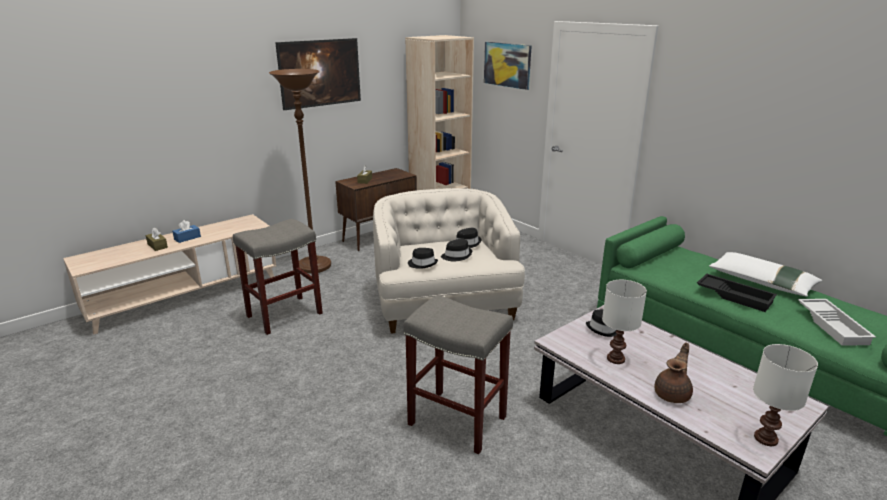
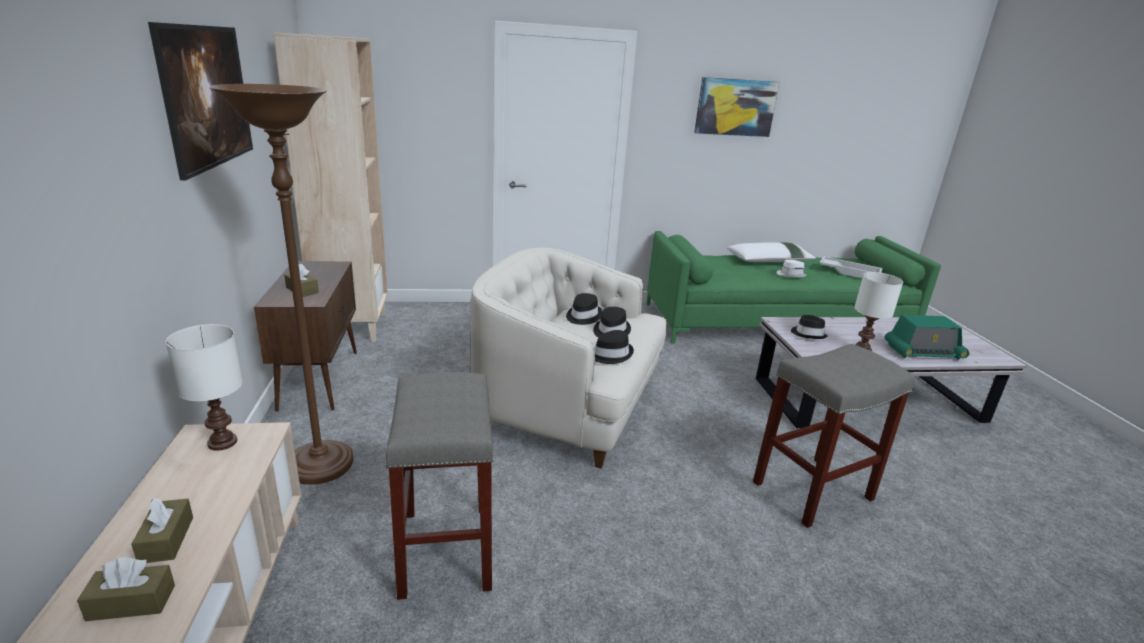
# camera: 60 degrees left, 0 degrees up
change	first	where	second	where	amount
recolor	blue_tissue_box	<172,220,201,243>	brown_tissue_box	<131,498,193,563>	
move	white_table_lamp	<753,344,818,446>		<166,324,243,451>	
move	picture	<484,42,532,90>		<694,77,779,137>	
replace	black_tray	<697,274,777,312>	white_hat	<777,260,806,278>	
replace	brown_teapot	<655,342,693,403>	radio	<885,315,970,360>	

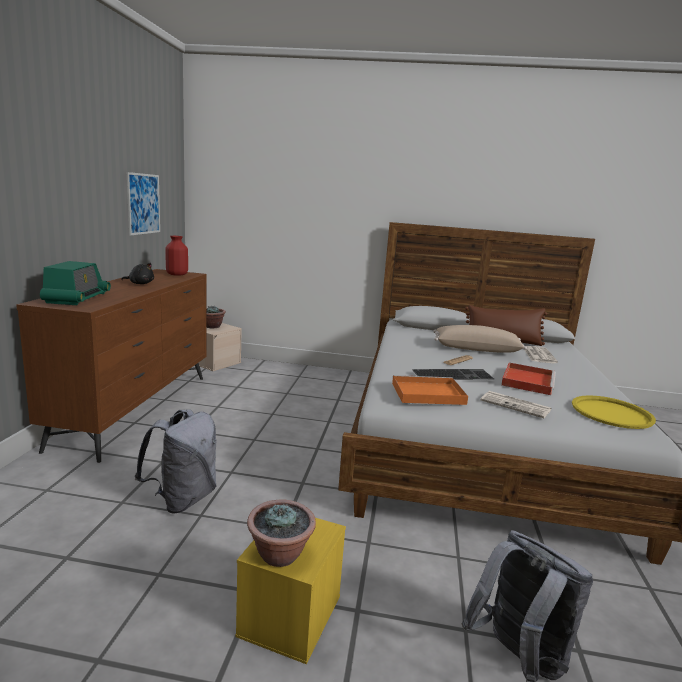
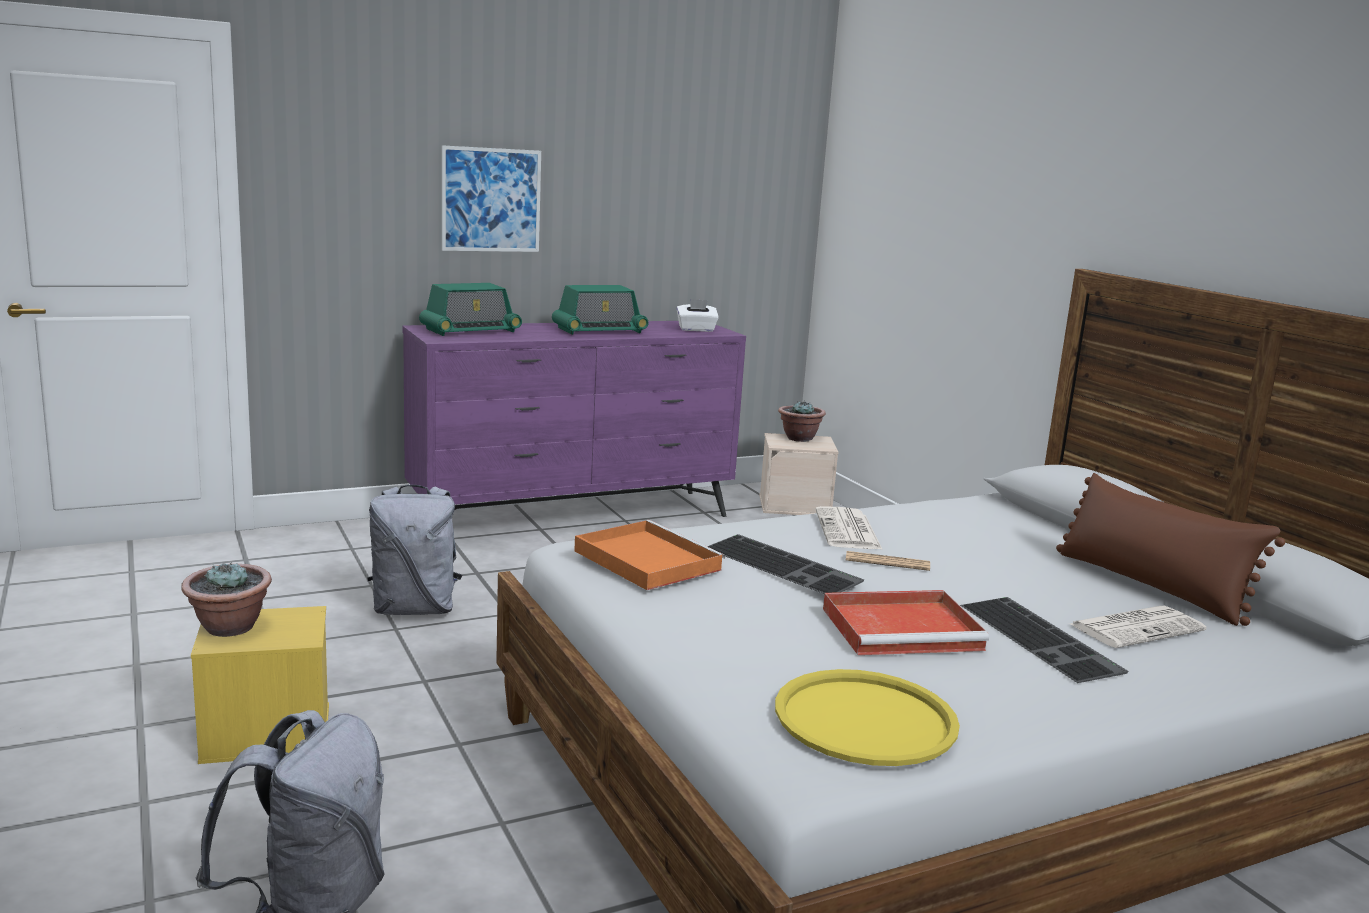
# camera: 55 degrees right, 0 degrees up
change	first	where	second	where	amount
recolor	brown_dresser	<16,269,207,463>	purple_dresser	<402,321,746,517>	
move	picture	<127,172,160,236>		<441,145,541,252>	
replace	black_plush_toy	<121,263,154,284>	radio	<552,285,649,335>	
replace	red_vase	<165,236,188,276>	white_tissue_box	<677,299,719,332>	
move	newspaper	<480,391,552,418>		<815,506,883,550>	
insert			keyboard	<960,597,1129,683>	
delete	beige_pillow	<433,325,527,353>			

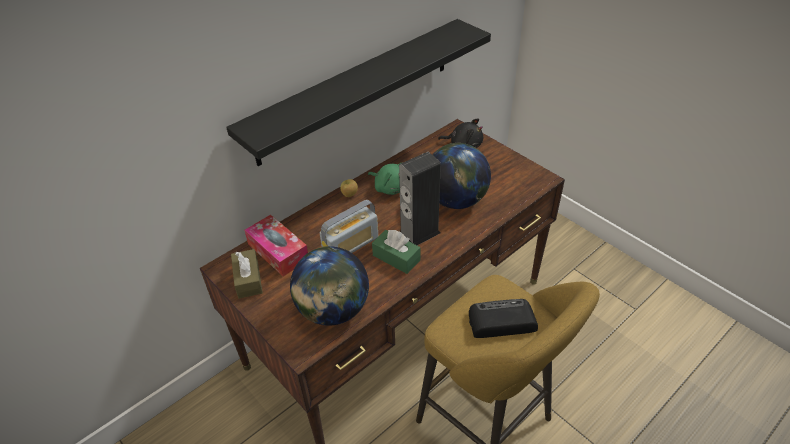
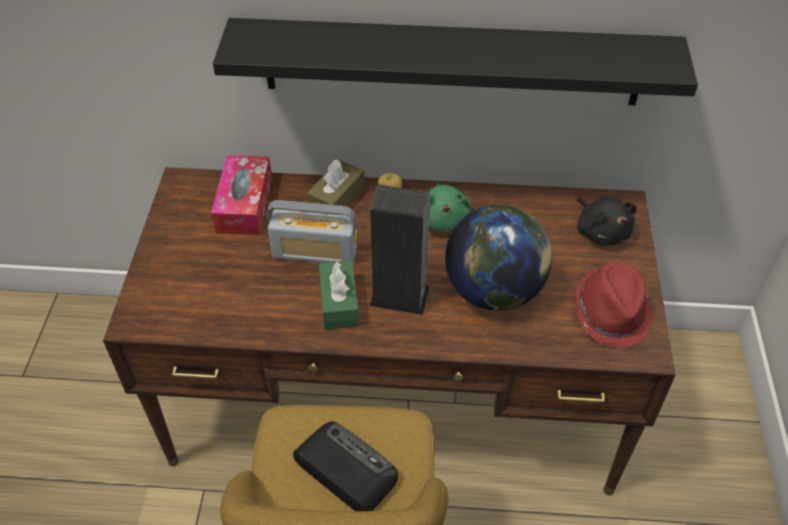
# camera: 45 degrees right, 5 degrees up
change	first	where	second	where	amount
move	brown_tissue_box	<231,249,263,299>		<307,159,365,215>	
insert			red_hat	<575,262,654,349>	
delete	globe	<290,246,369,326>			

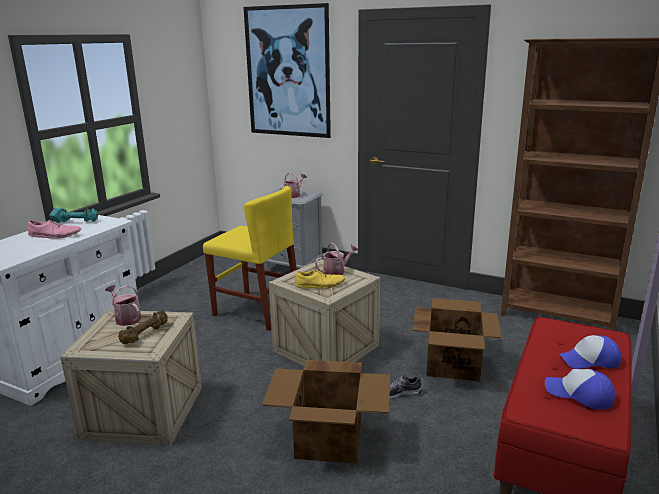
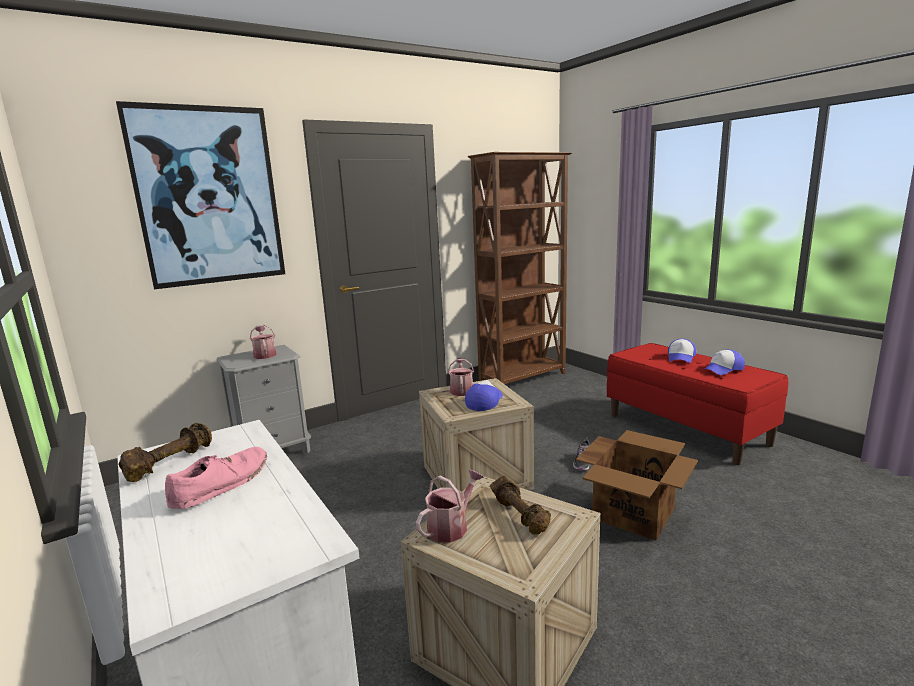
# camera: 60 degrees left, 5 degrees down
change	first	where	second	where	amount
recolor	turquoise_dumbbell	<50,208,98,223>	brown_dumbbell	<118,423,212,482>	
rotate	watering_can	<105,285,142,326>		<416,469,484,543>	150 degrees clockwise
replace	yellow_shoe	<295,270,345,289>	cap	<465,380,503,411>	
delete	yellow_chair	<203,186,297,331>			
delete	cardboard_box	<412,298,501,382>			

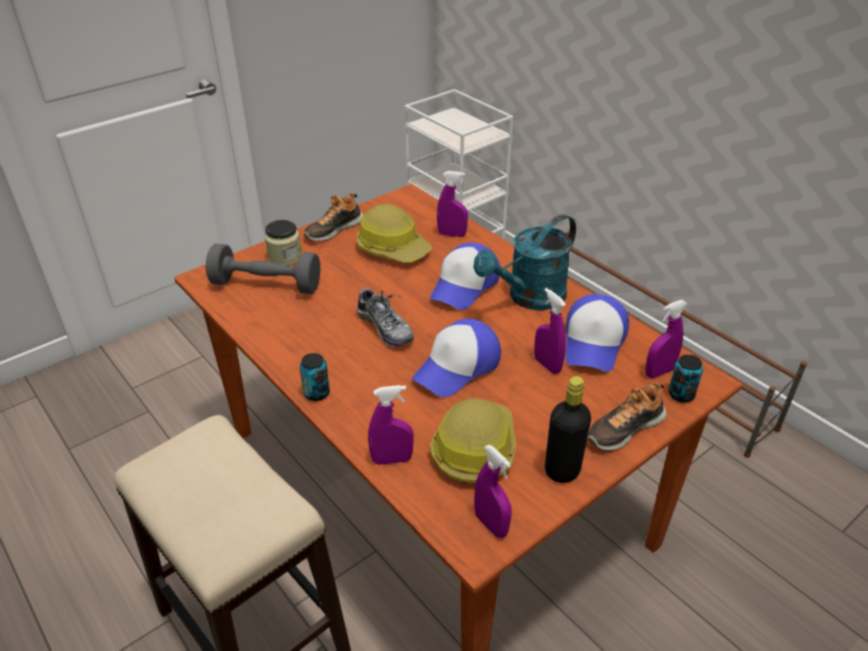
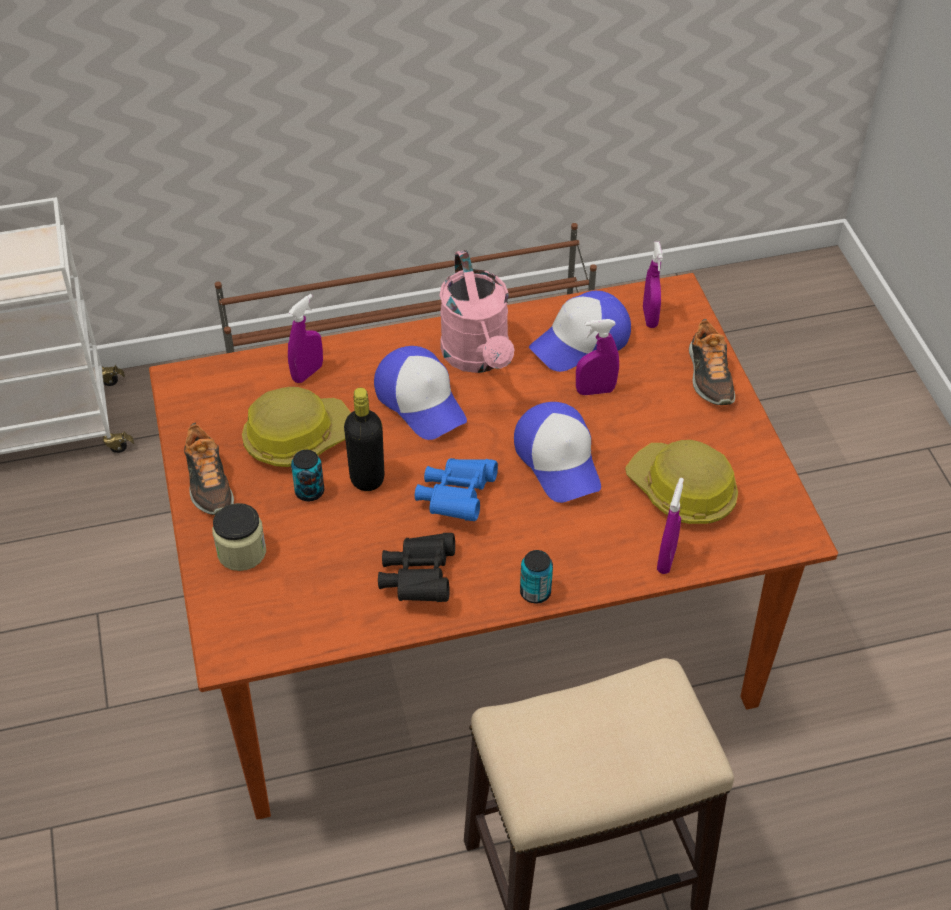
# camera: 65 degrees left, 10 degrees up
change	first	where	second	where	amount
move	can	<668,354,703,403>		<291,450,324,501>	
move	black_bottle	<545,376,591,483>		<344,388,384,491>	
insert			black_binoculars	<378,533,455,602>	
replace	shoe	<357,286,414,347>	blue_binoculars	<415,458,498,521>	
recolor	turquoise_watering_can	<473,214,576,310>	pink_watering_can	<439,250,514,373>	
rotate	cap	<566,294,629,372>		<529,291,631,372>	105 degrees clockwise
delete	grey_dumbbell	<206,244,320,294>			
delete	purple_spray_bottle	<474,445,512,538>			

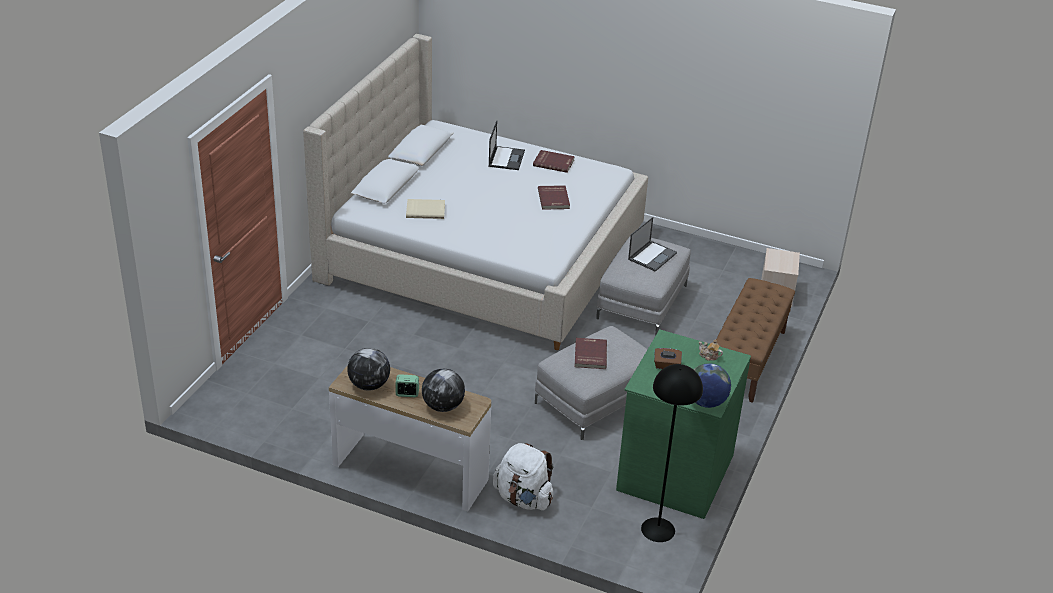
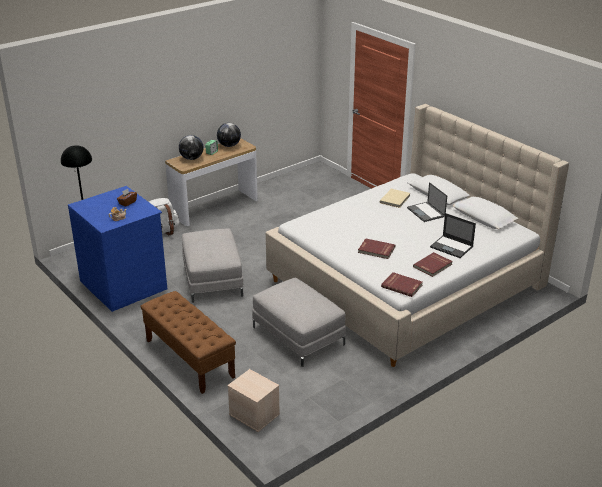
# camera: 120 degrees right, 5 degrees down
change	first	where	second	where	amount
recolor	green_dresser	<616,329,751,519>	blue_dresser	<68,186,167,312>	
move	red_book	<575,338,607,369>		<381,272,422,297>	
move	laptop	<628,217,677,272>		<407,182,447,222>	
delete	globe	<693,363,731,408>			

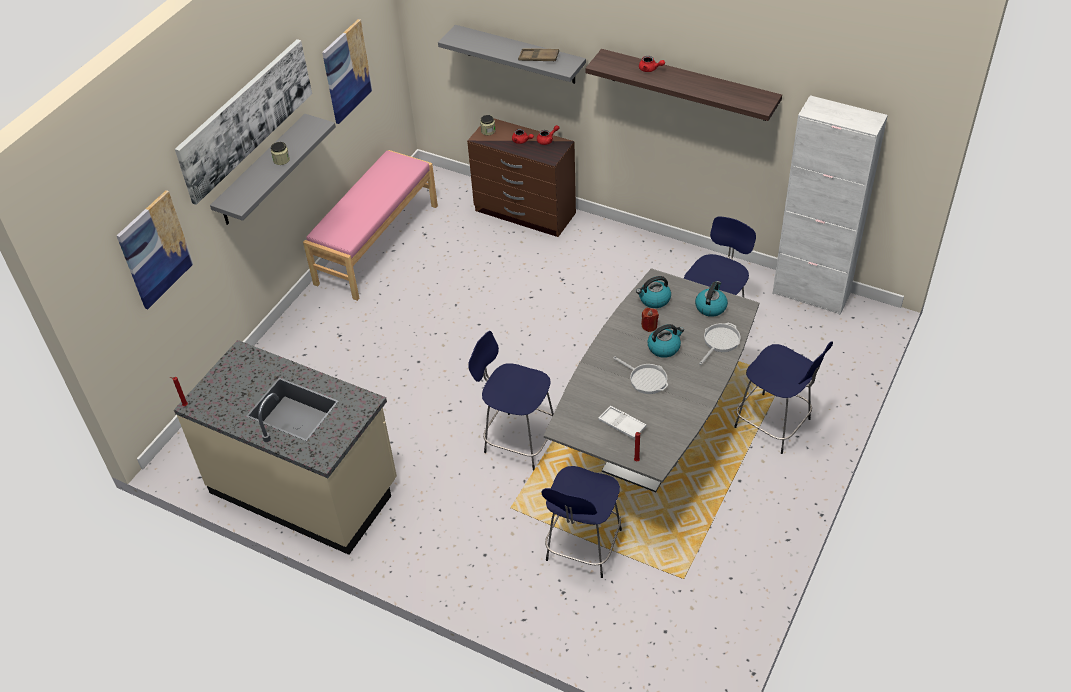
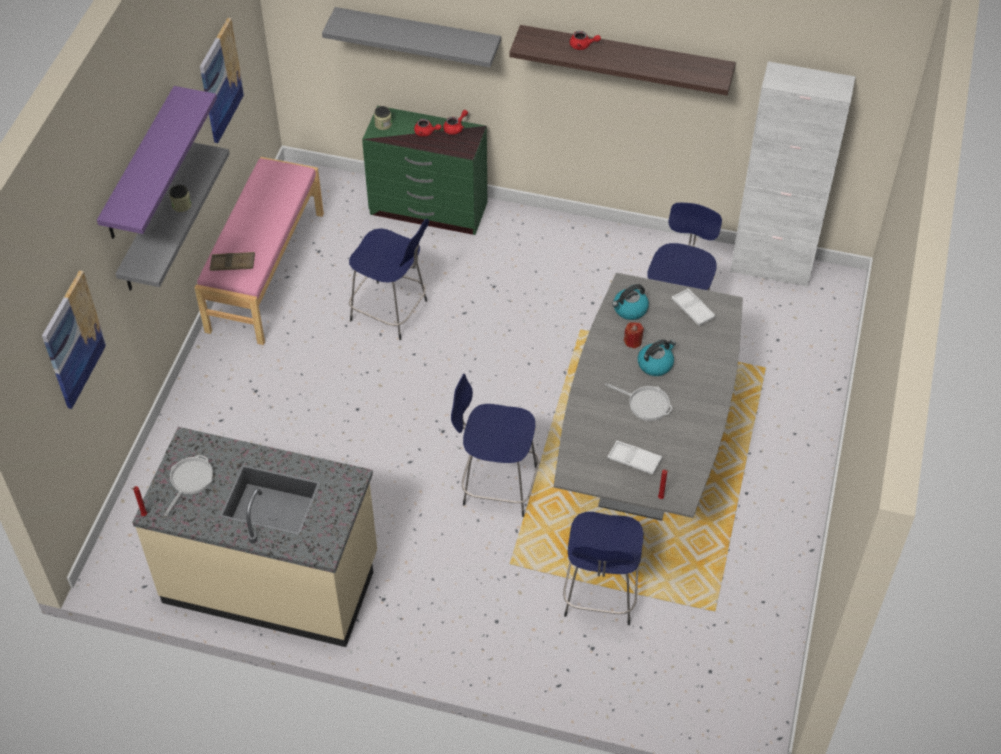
# camera: 15 degrees left, 5 degrees up
change	first	where	second	where	amount
replace	picture	<175,39,312,205>	purple_shelf	<97,86,217,239>	
move	frying_pan	<699,323,740,365>		<164,455,213,516>	
move	brown_tray	<518,48,559,61>		<210,252,255,271>	
move	blue_stool	<734,341,833,454>		<349,219,429,340>	
recolor	brown_dresser	<467,118,576,237>	green_dresser	<362,106,487,235>	
replace	kettle	<695,281,728,317>	white_tray	<672,288,715,326>	

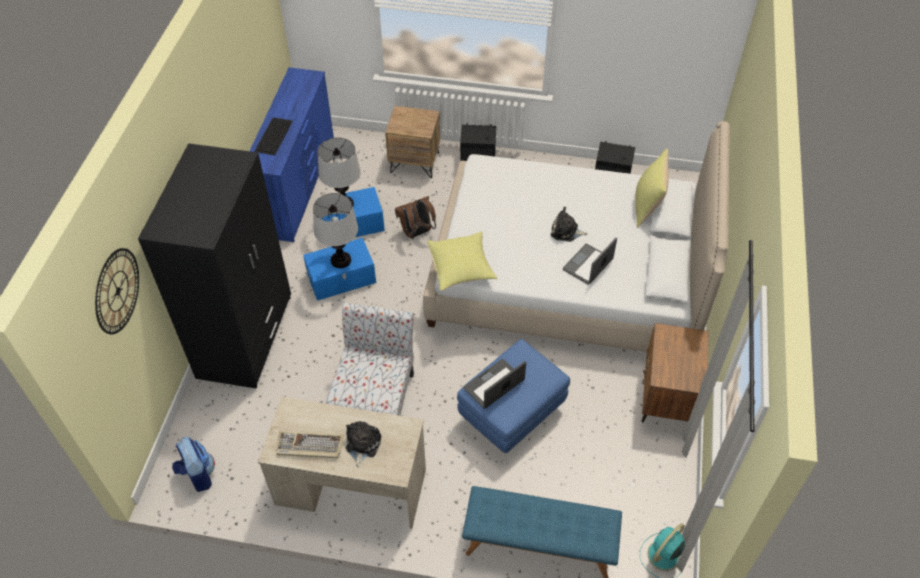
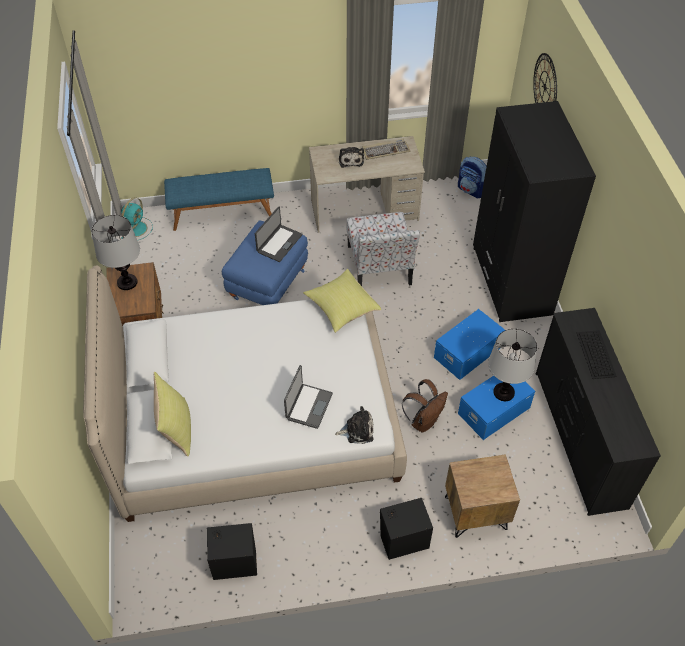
# camera: 160 degrees right, 0 degrees up
change	first	where	second	where	amount
move	table_lamp	<313,193,358,268>		<92,215,140,290>	
move	laptop	<563,238,617,285>		<284,365,333,429>	
move	plush_toy	<551,207,587,242>		<335,406,374,444>	
recolor	blue_dresser	<250,67,334,242>	black_dresser	<536,308,661,516>	

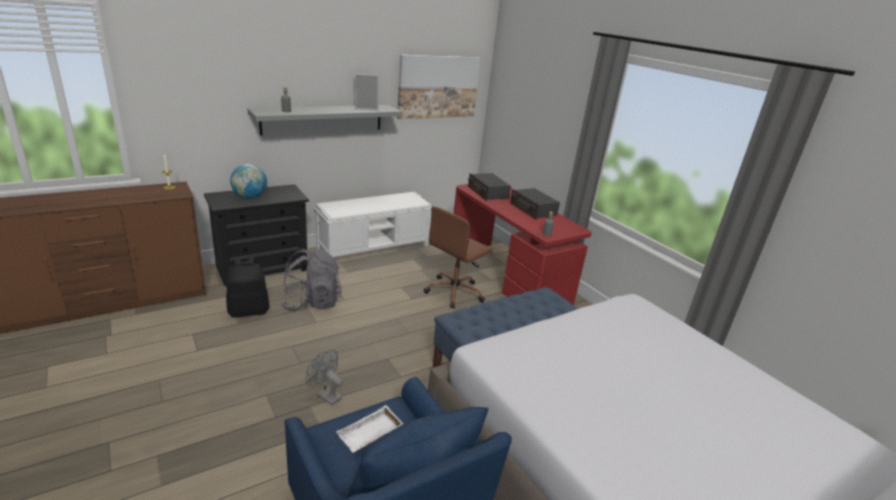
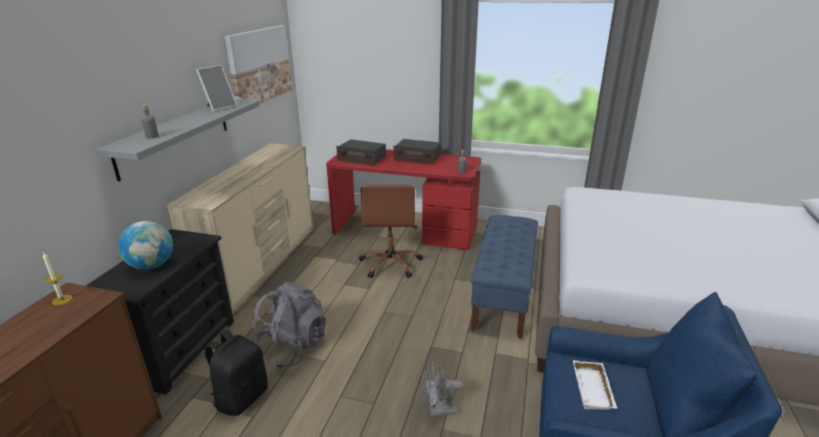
# camera: 40 degrees left, 0 degrees up
change	first	where	second	where	amount
replace	white_bench	<314,191,431,257>	beige_dresser	<167,143,313,315>	

